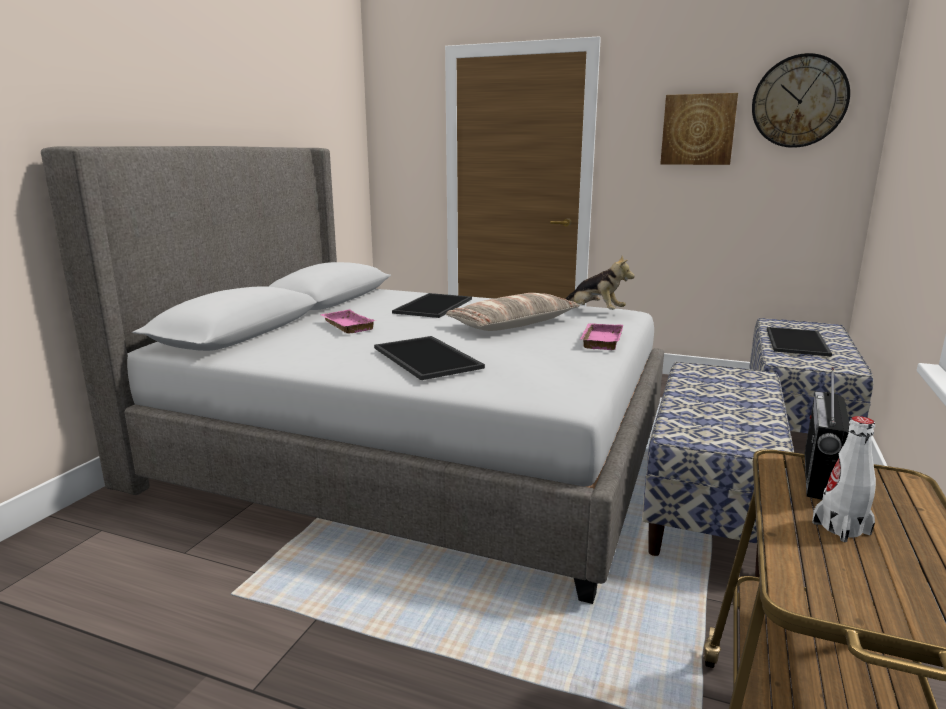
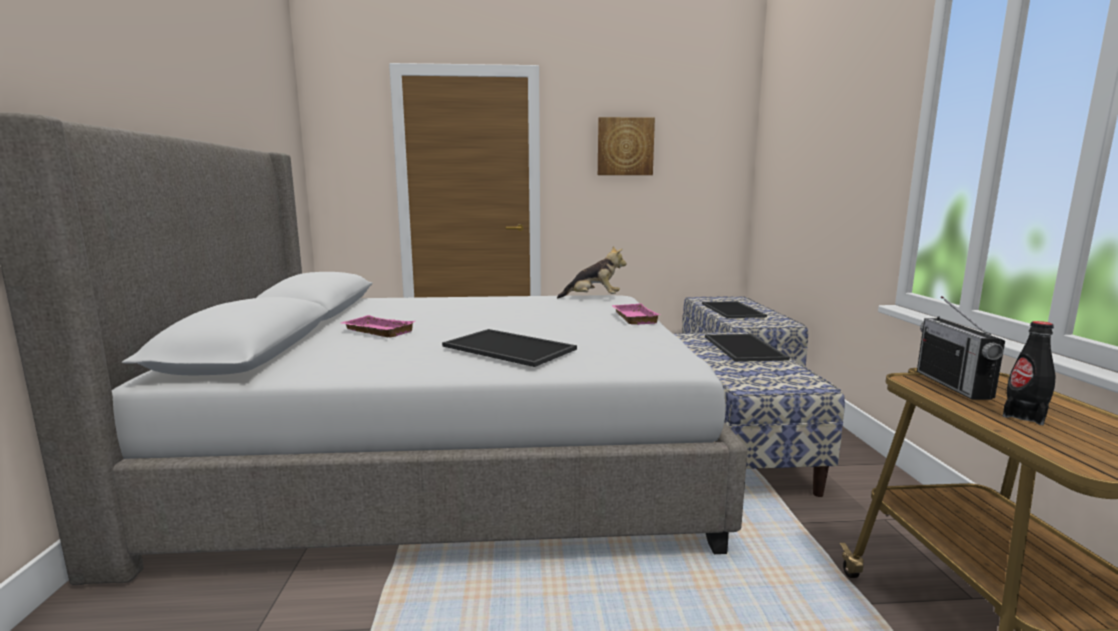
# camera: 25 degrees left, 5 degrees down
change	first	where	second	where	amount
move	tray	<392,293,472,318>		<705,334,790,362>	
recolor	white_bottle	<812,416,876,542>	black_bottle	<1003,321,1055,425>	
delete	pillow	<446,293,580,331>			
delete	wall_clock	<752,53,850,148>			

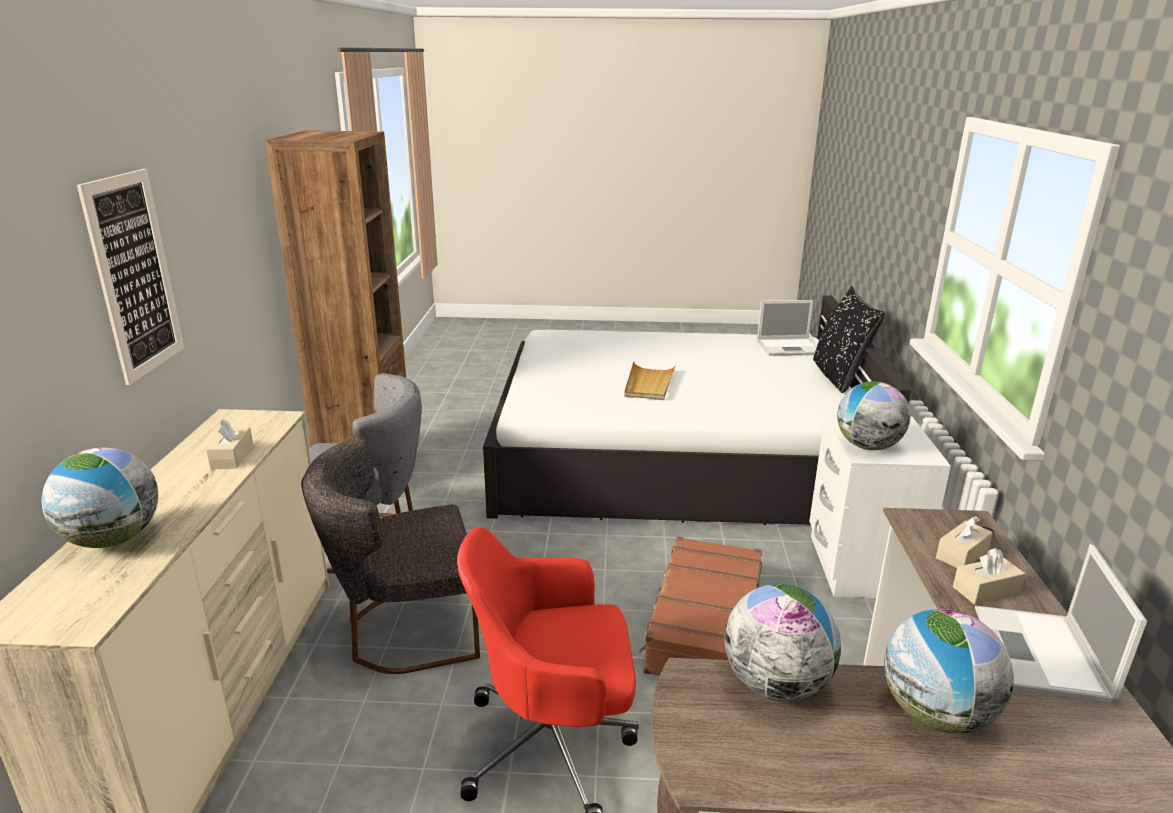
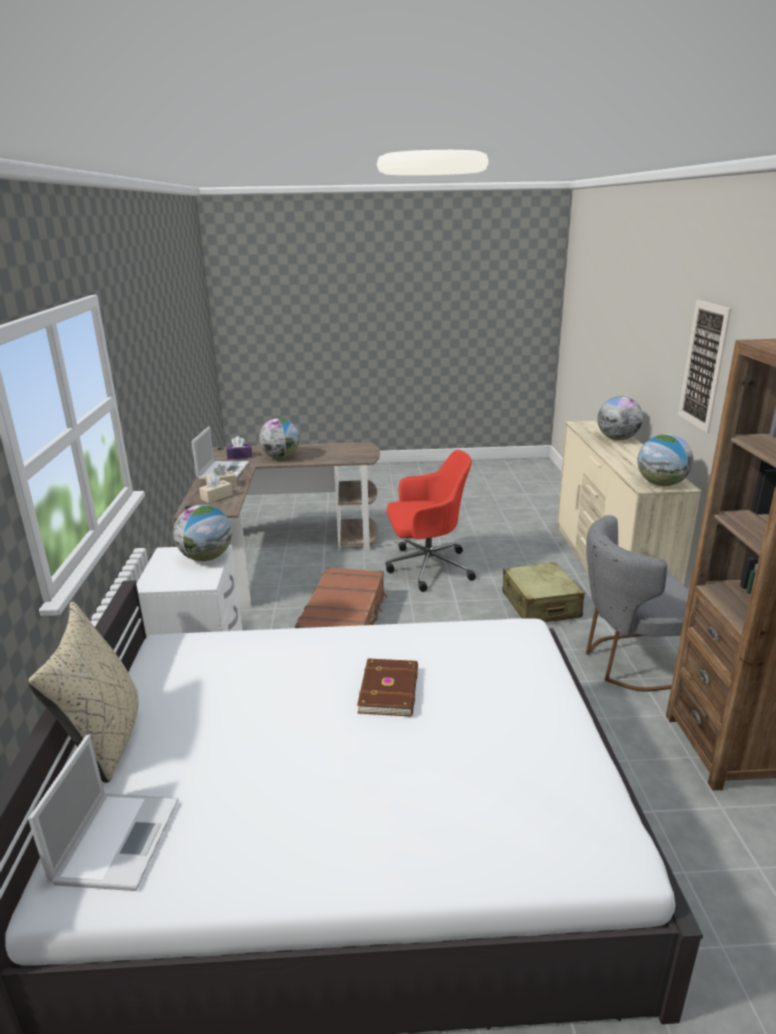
# camera: 175 degrees right, 0 degrees up
change	first	where	second	where	amount
recolor	black_pillow	<813,286,885,393>	beige_pillow	<28,602,138,783>	
rotate	laptop	<757,300,817,356>		<28,735,179,891>	105 degrees clockwise
insert			purple_tissue_box	<226,436,252,459>	
replace	beige_tray	<624,361,676,400>	brown_book	<357,658,418,717>	
replace	grey_chair	<301,437,480,674>	beige_suitcase	<502,562,585,622>	
move	globe	<725,584,841,702>		<637,434,693,486>	
delete	beige_tissue_box	<206,419,254,469>			

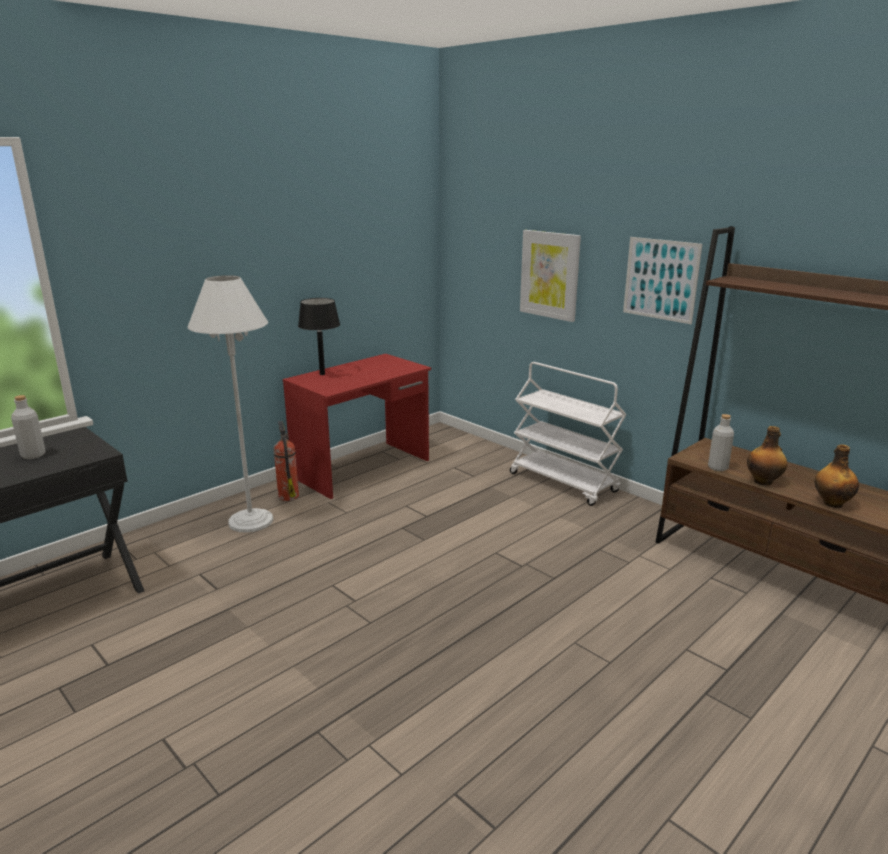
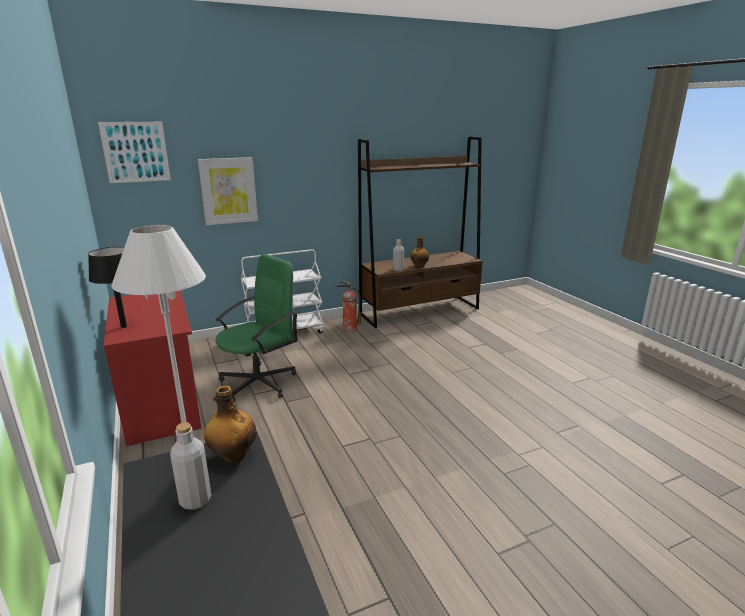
# camera: 70 degrees left, 0 degrees up
change	first	where	second	where	amount
move	picture	<623,237,702,324>		<98,122,171,183>	
move	bottle	<814,444,859,508>		<204,386,257,463>	
insert			green_office_chair	<216,254,298,401>	
move	fire_extinguisher	<273,421,299,501>		<336,281,361,332>	

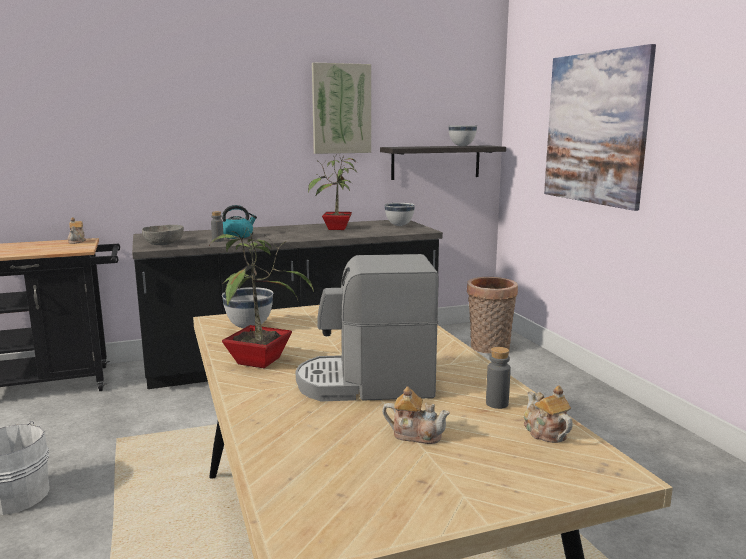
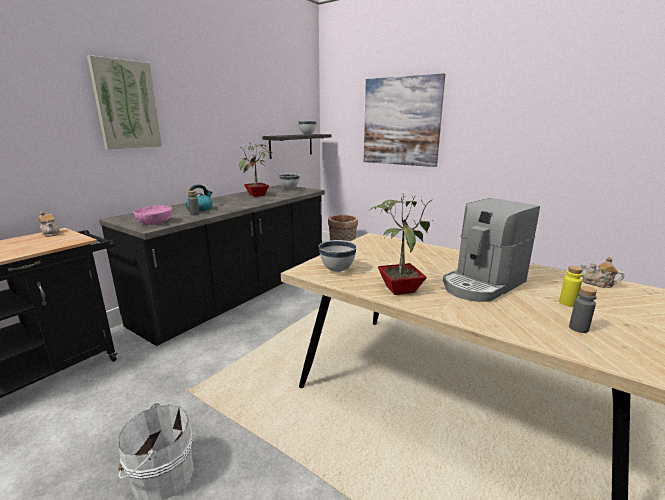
# camera: 35 degrees left, 5 degrees up
change	first	where	second	where	amount
move	picture	<312,62,371,154>		<87,55,162,149>	
recolor	grey_bowl	<142,225,184,245>	pink_bowl	<133,206,172,225>	
replace	teapot	<382,386,450,444>	yellow_bottle	<559,266,583,307>	
move	grey_bottle	<486,347,511,409>		<569,286,597,333>	

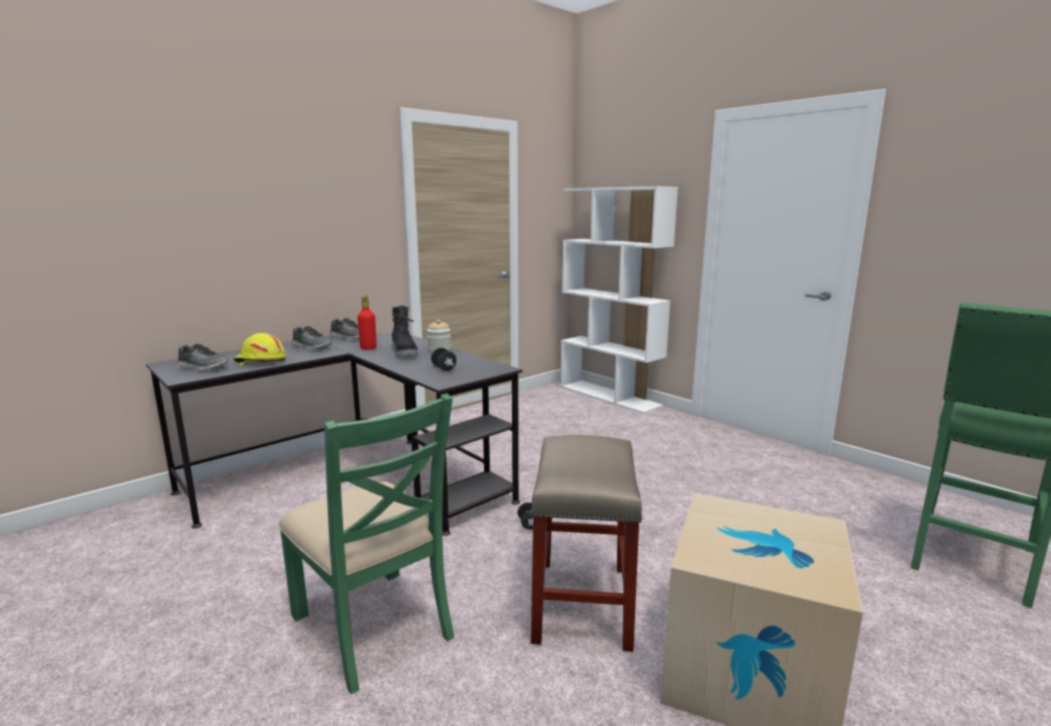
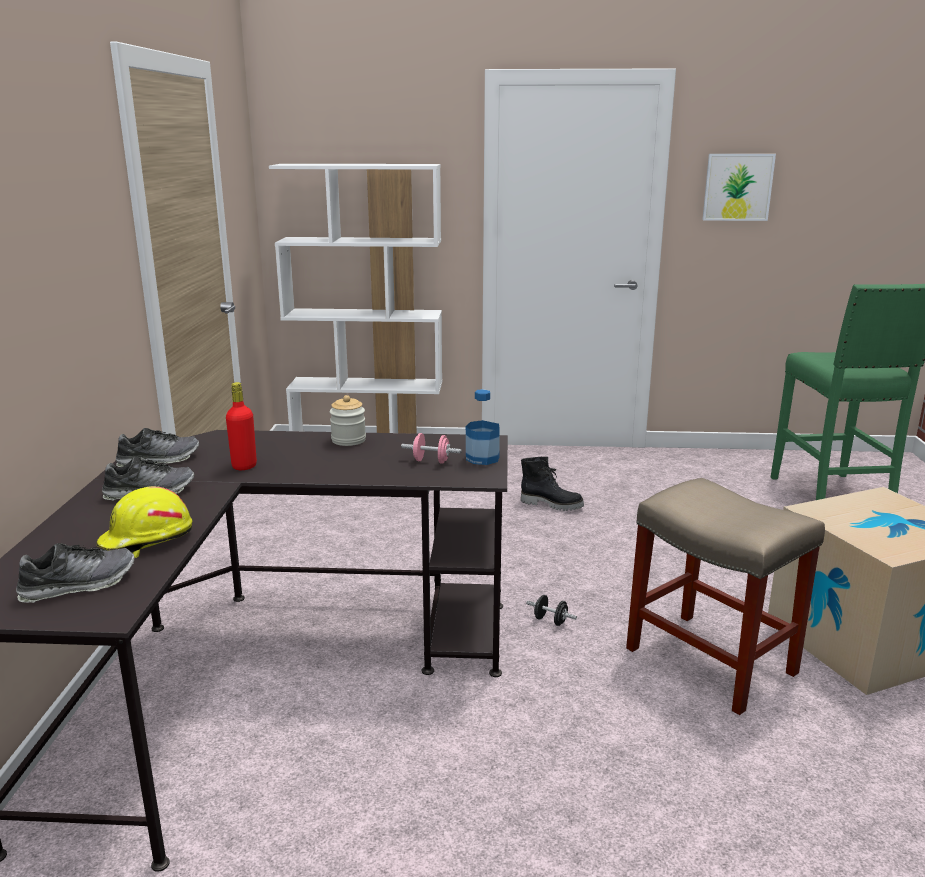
# camera: 45 degrees left, 5 degrees up
change	first	where	second	where	amount
recolor	black_dumbbell	<431,348,457,371>	pink_dumbbell	<401,433,462,464>	
insert			bottle	<466,389,500,465>	
move	black_boot	<392,306,418,357>		<521,456,584,511>	
insert			picture	<702,154,776,221>	
delete	green_chair	<279,393,455,694>			

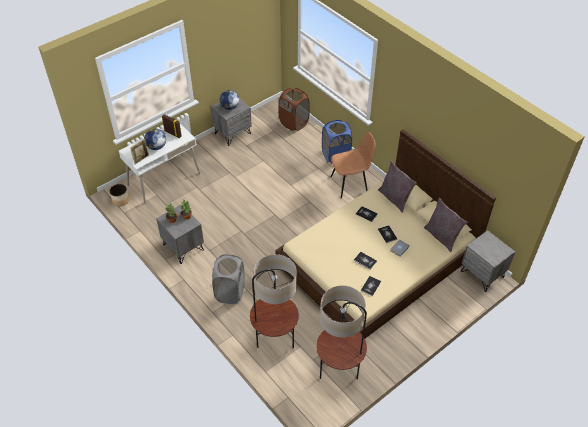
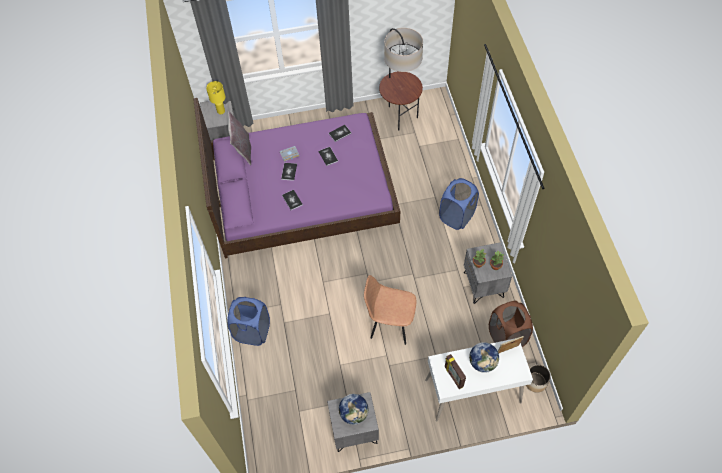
# camera: 150 degrees left, 10 degrees up
change	first	where	second	where	amount
recolor	beige_bed	<275,129,496,339>	purple_bed	<193,98,400,258>	
insert			yellow_table_lamp	<206,81,225,114>	
move	brown_chair	<331,132,375,198>		<364,275,417,345>	
recolor	grey_laundry_basket	<212,254,245,304>	blue_laundry_basket	<439,178,479,230>	
move	brown_laundry_basket	<278,88,310,131>		<489,301,533,347>	
delete	floor_lamp	<250,254,299,348>			
delete	grey_pillow	<378,161,417,213>			

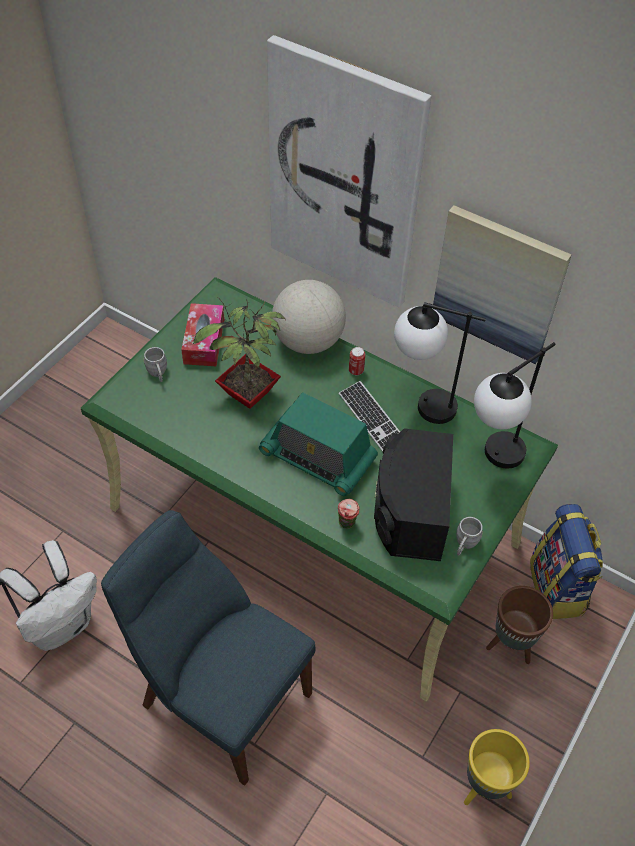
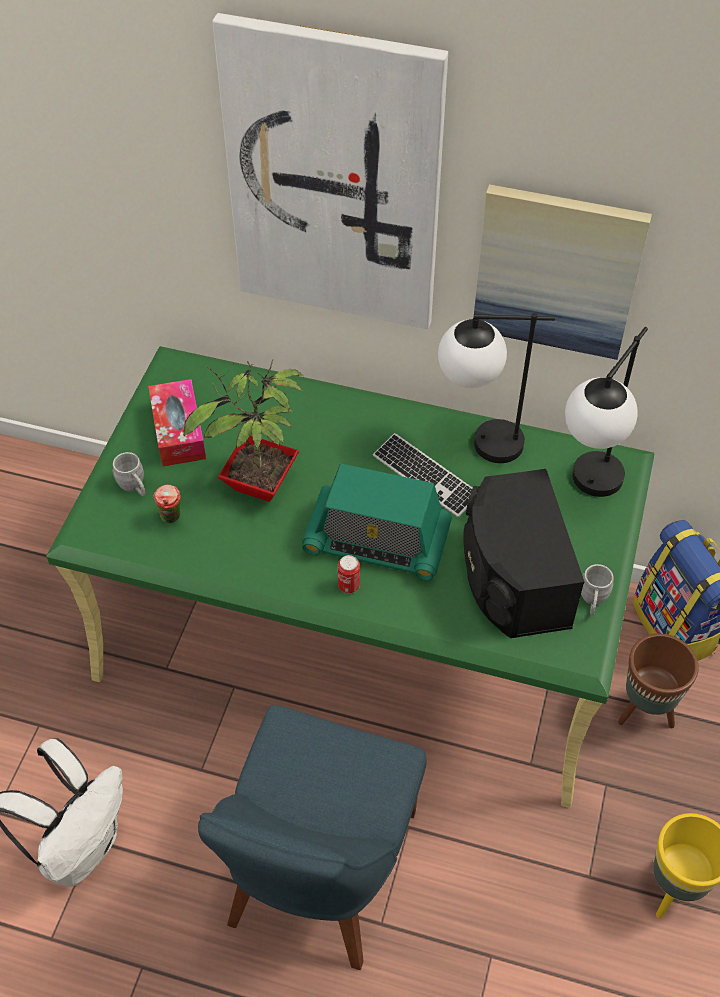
# camera: 15 degrees left, 0 degrees up
change	first	where	second	where	amount
move	cup	<338,499,360,529>		<154,485,181,523>	
rotate	blue_chair	<101,510,315,786>		<198,705,426,970>	90 degrees counterclockwise
move	can	<349,347,365,375>		<338,555,360,593>	
delete	globe	<272,280,346,354>			

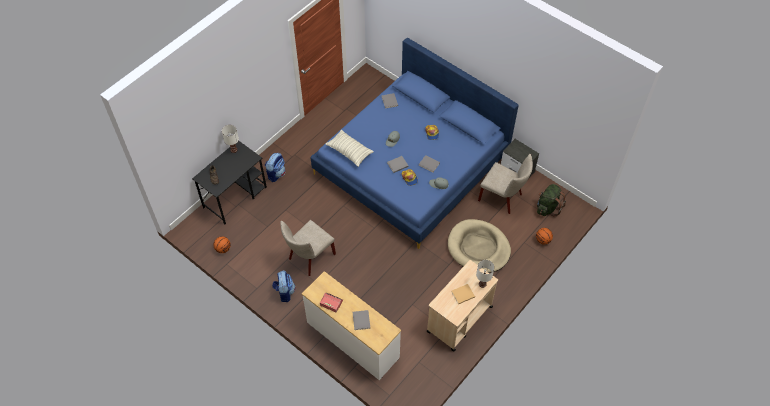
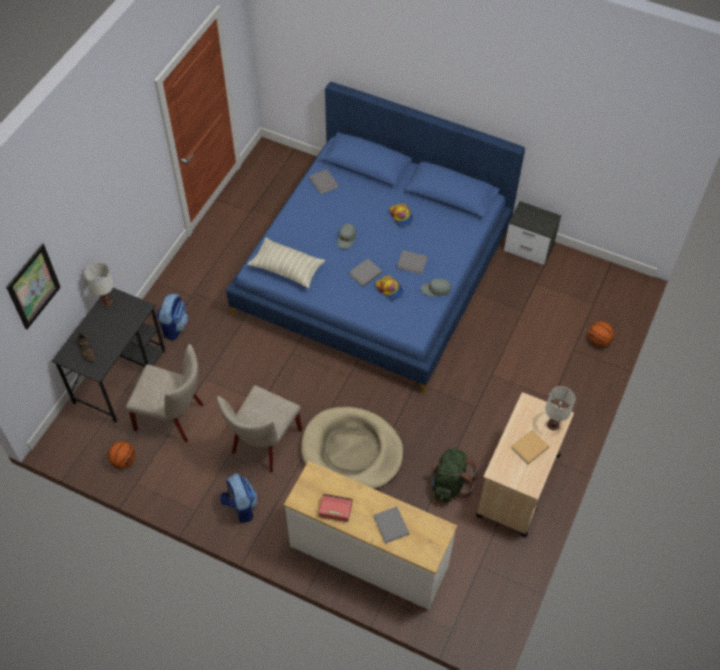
# camera: 15 degrees left, 0 degrees up
change	first	where	second	where	amount
insert			picture	<6,243,61,330>	
move	beige_chair	<478,154,533,214>		<126,344,204,442>	
move	beige_dog_bed	<448,219,511,273>		<301,407,404,489>	
move	green_backpack	<537,184,566,217>		<430,448,478,503>	

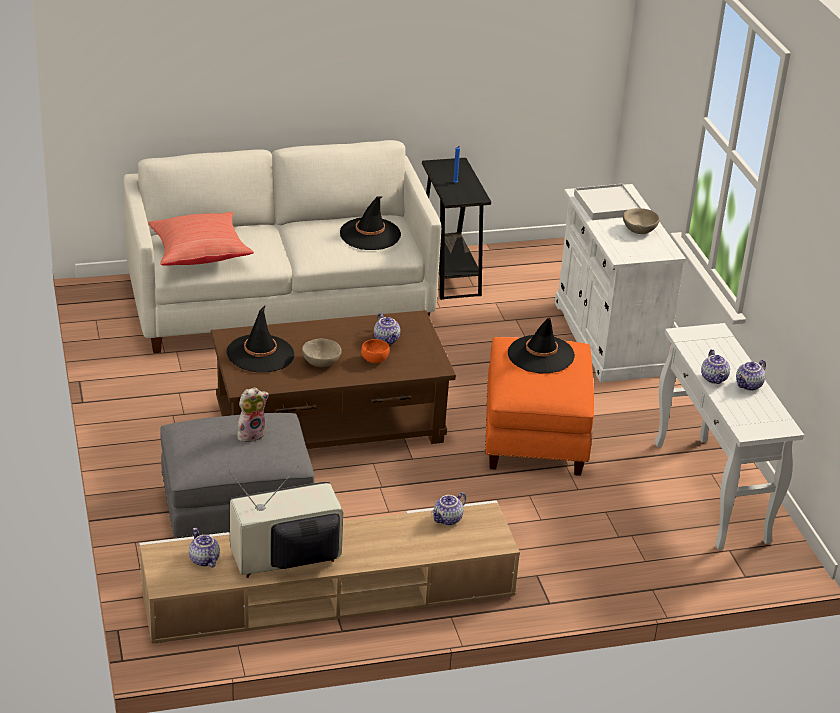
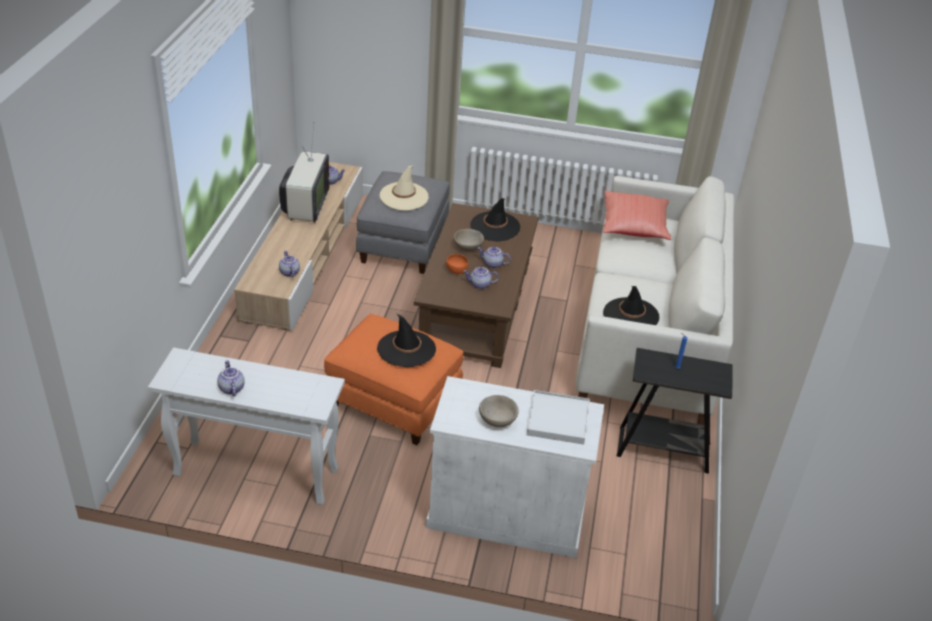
# camera: 115 degrees right, 5 degrees up
change	first	where	second	where	amount
replace	plush_toy	<237,387,269,442>	beige_hat	<380,166,428,210>	
move	teapot	<701,349,730,384>		<478,247,511,269>	

